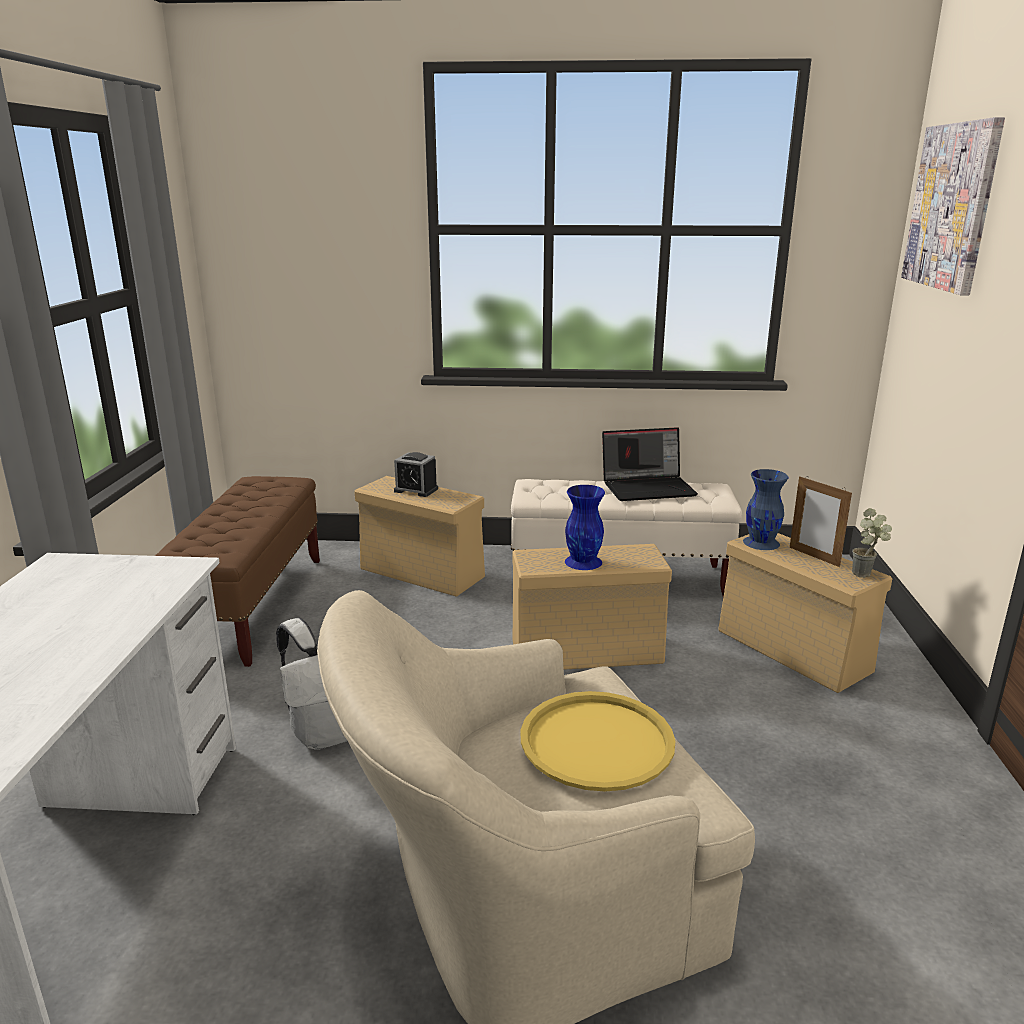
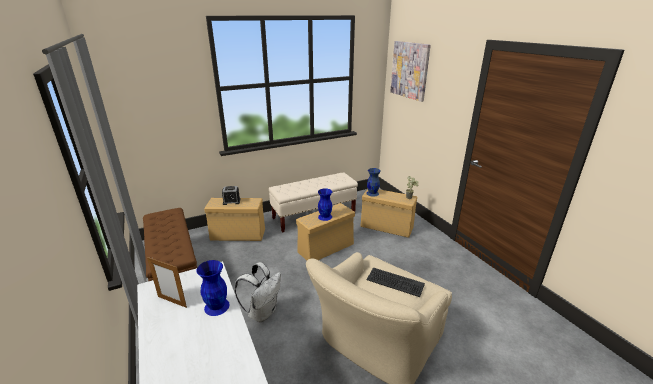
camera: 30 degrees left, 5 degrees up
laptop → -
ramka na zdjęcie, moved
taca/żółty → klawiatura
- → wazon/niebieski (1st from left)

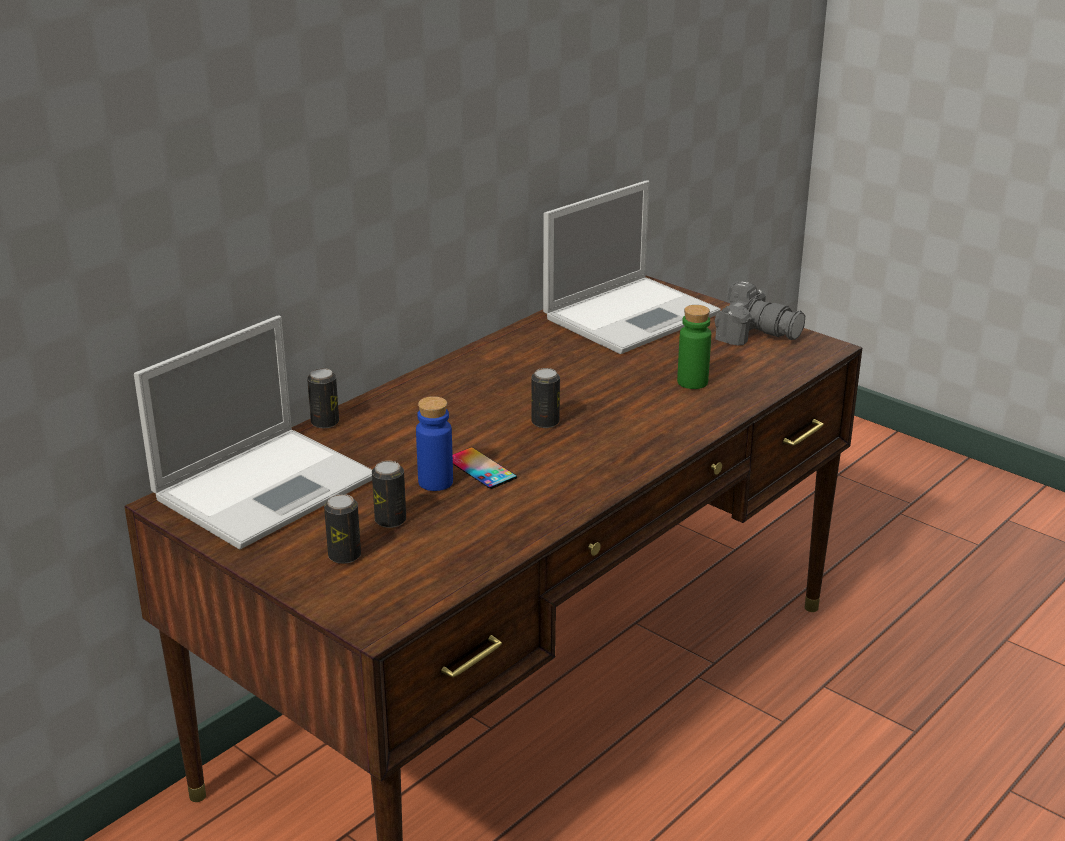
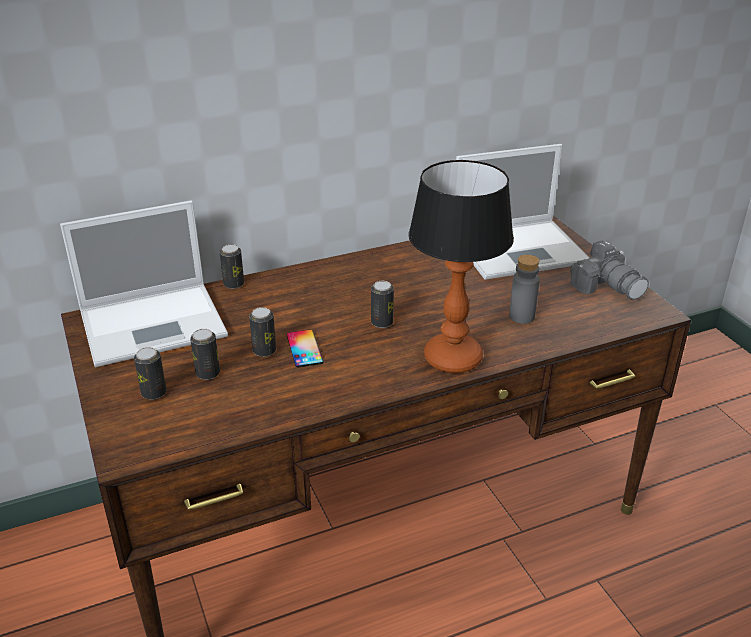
camera: 25 degrees right, 5 degrees up
butelka/zielony → butelka/szary
butelka/niebieski → puszka (4th from left)
- → lampa stołowa

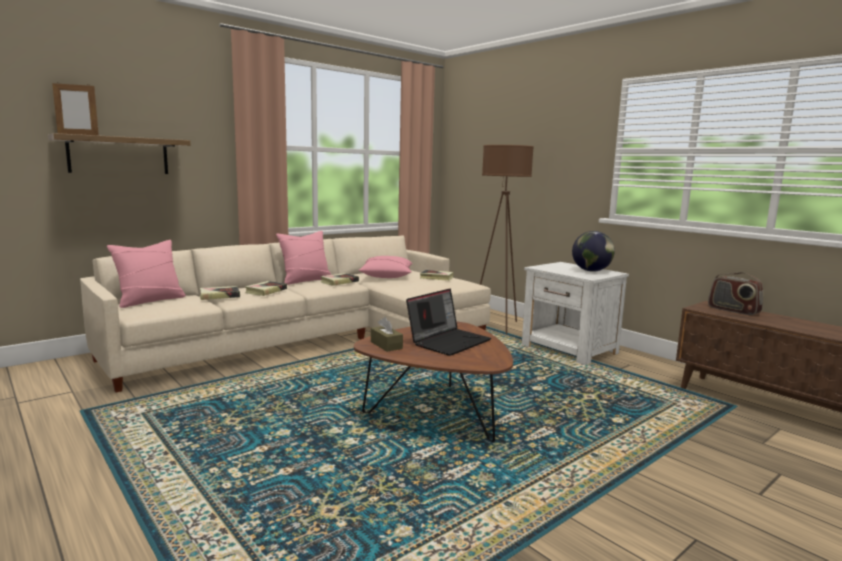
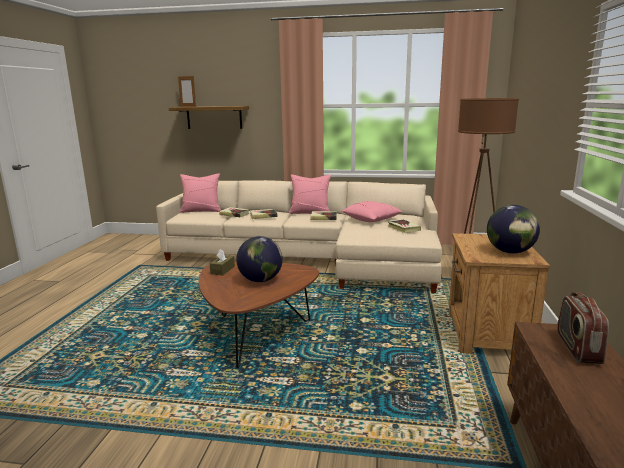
camera: 50 degrees right, 5 degrees up
szafka nocna/biały → szafka nocna/brązowy
laptop → globus (1st from left)

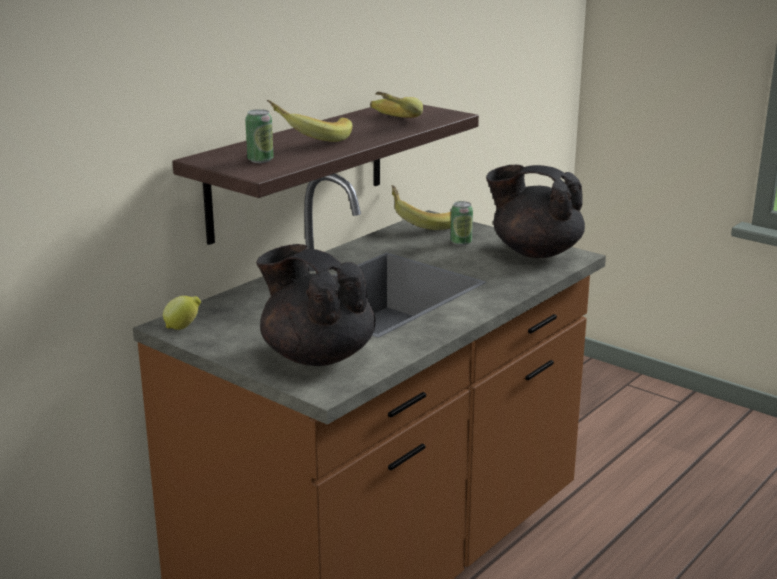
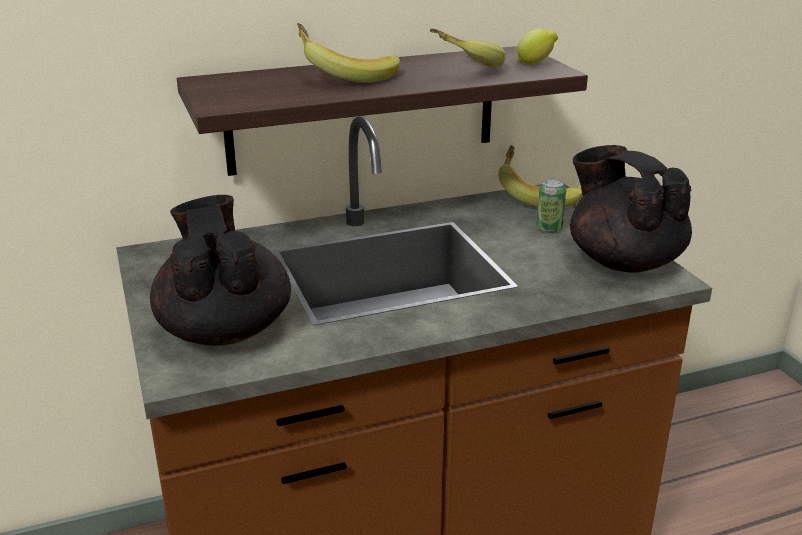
camera: 30 degrees right, 5 degrees up
puszka (1st from left) → -
cytryna, moved

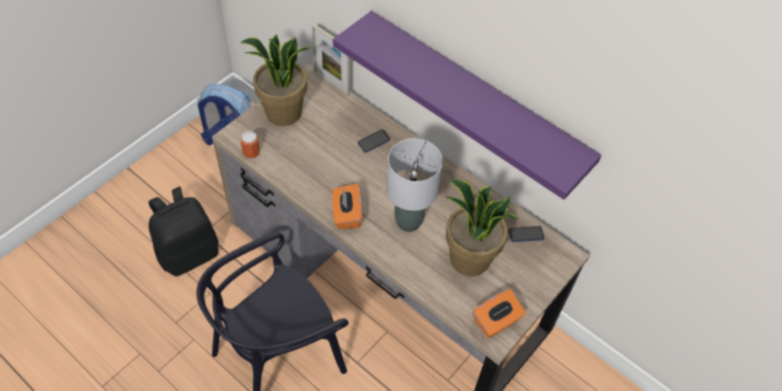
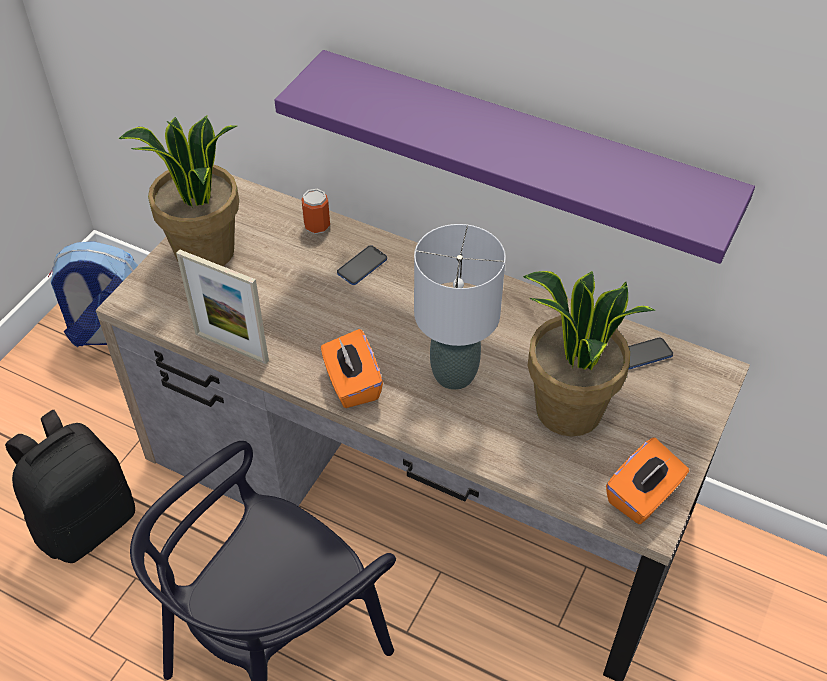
camera: 10 degrees left, 5 degrees down
ramka na zdjęcie, moved
puszka, moved

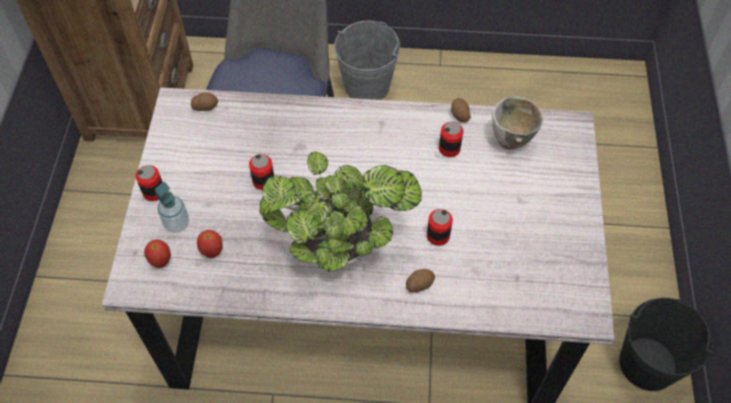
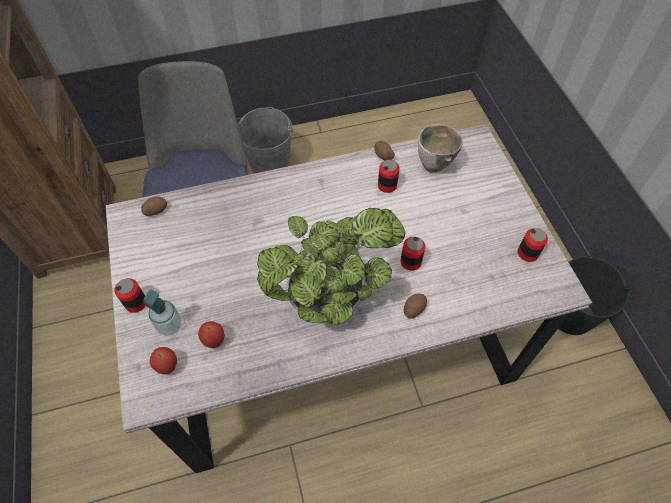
camera: 20 degrees left, 0 degrees up
puszka (2nd from left in the first image) → puszka (4th from left), moved

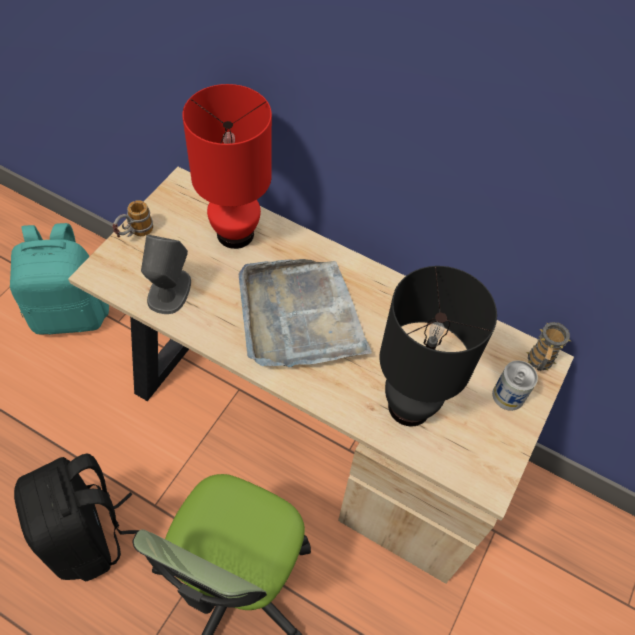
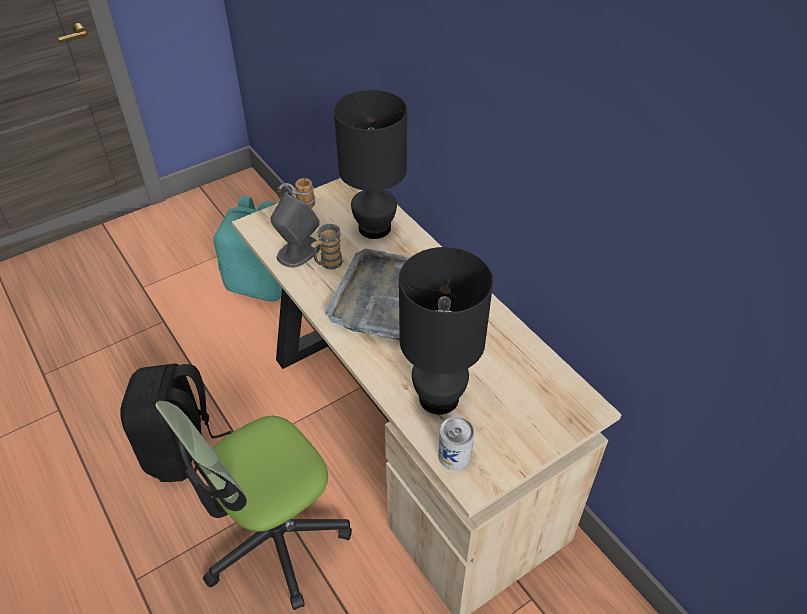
camera: 30 degrees right, 10 degrees down
lampa stołowa/czerwony → lampa stołowa/czarny (1st from left)
kubek (2nd from left), moved
puszka, moved

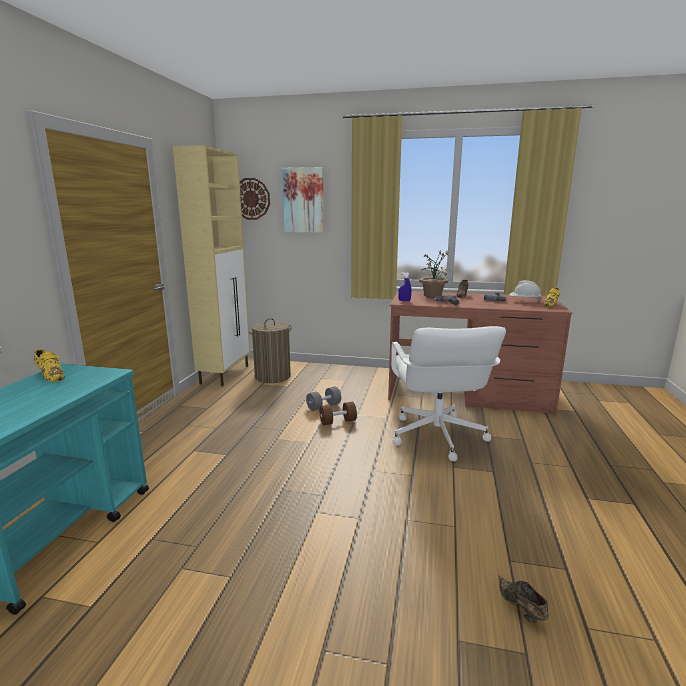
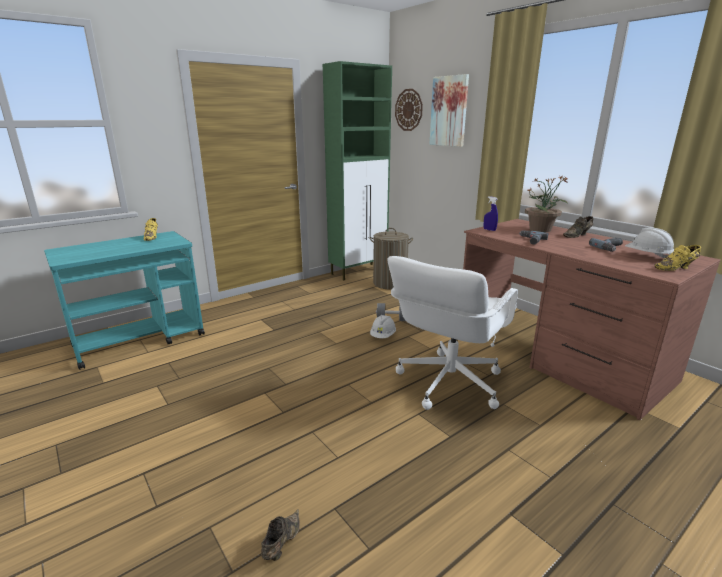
camera: 40 degrees right, 5 degrees up
szafka/beżowy → szafka/zielony
hantel/brązowy → kask/biały (1st from left)

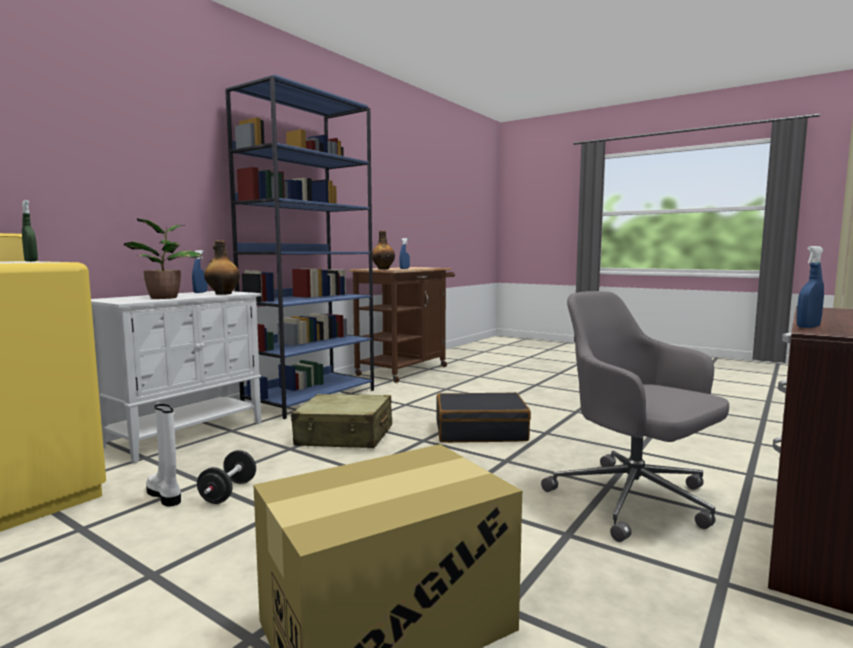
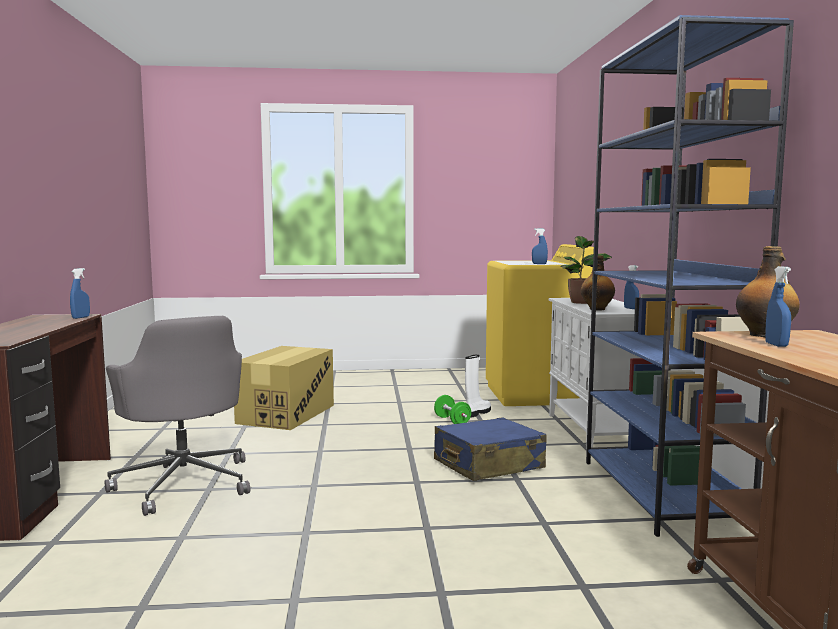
camera: 140 degrees right, 0 degrees up
spryskiwacz/zielony → spryskiwacz/niebieski (2nd from left)
krzesło biurowe/szary, 45 degrees clockwise
walizka/czarny → -
walizka/beżowy → walizka/niebieski
but z cholewką/biały, 60 degrees counterclockwise
hantel/czarny → hantel/zielony

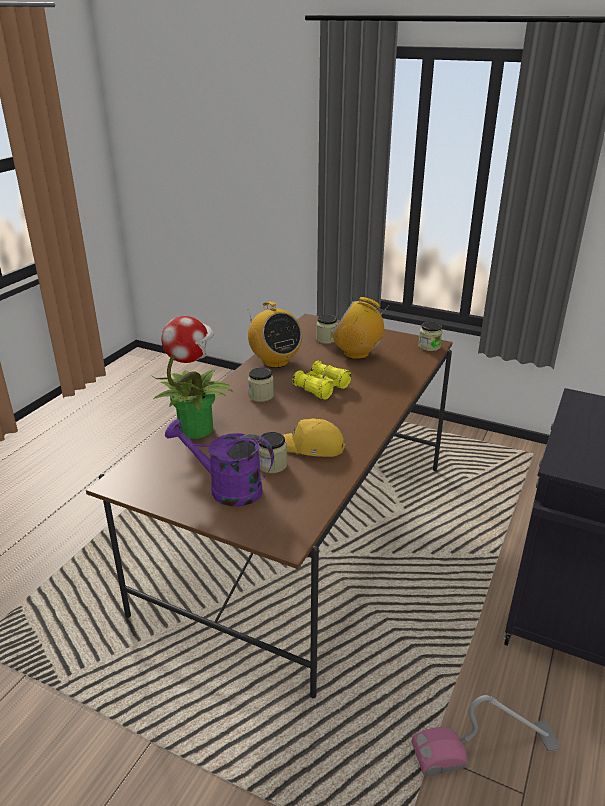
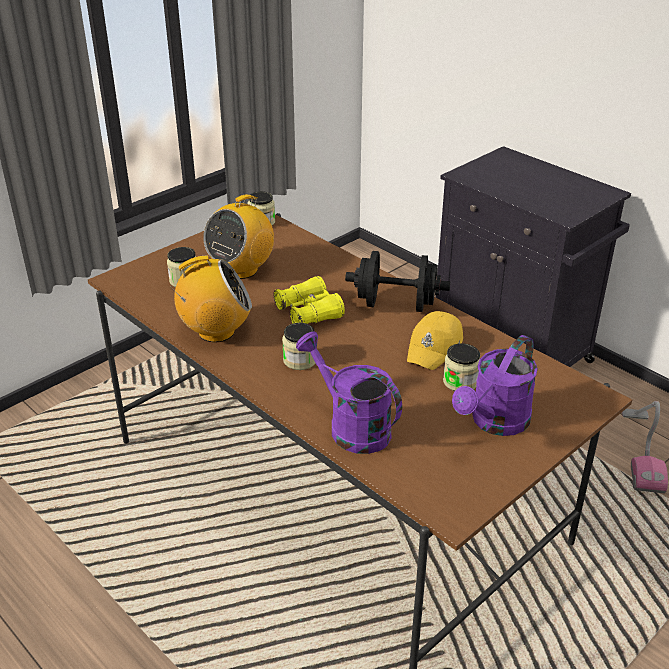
camera: 70 degrees left, 5 degrees up
roślina doniczkowa → konewka/fioletowy (1st from left)
- → hantel/czarny

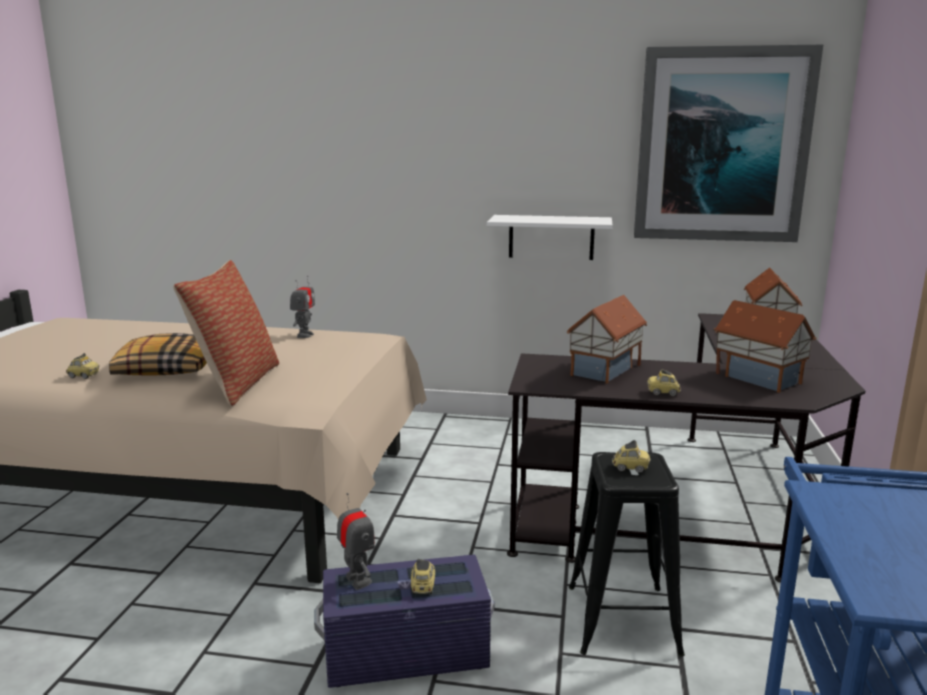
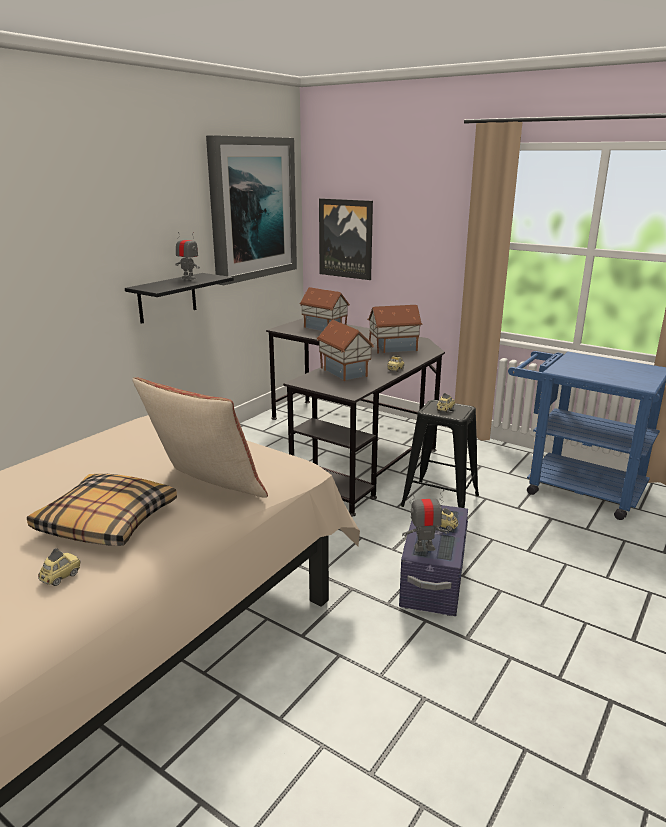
camera: 65 degrees left, 5 degrees up
półka/biały → półka/czarny
robot zabawkowy (1st from left), moved
- → obraz (2nd from left)

